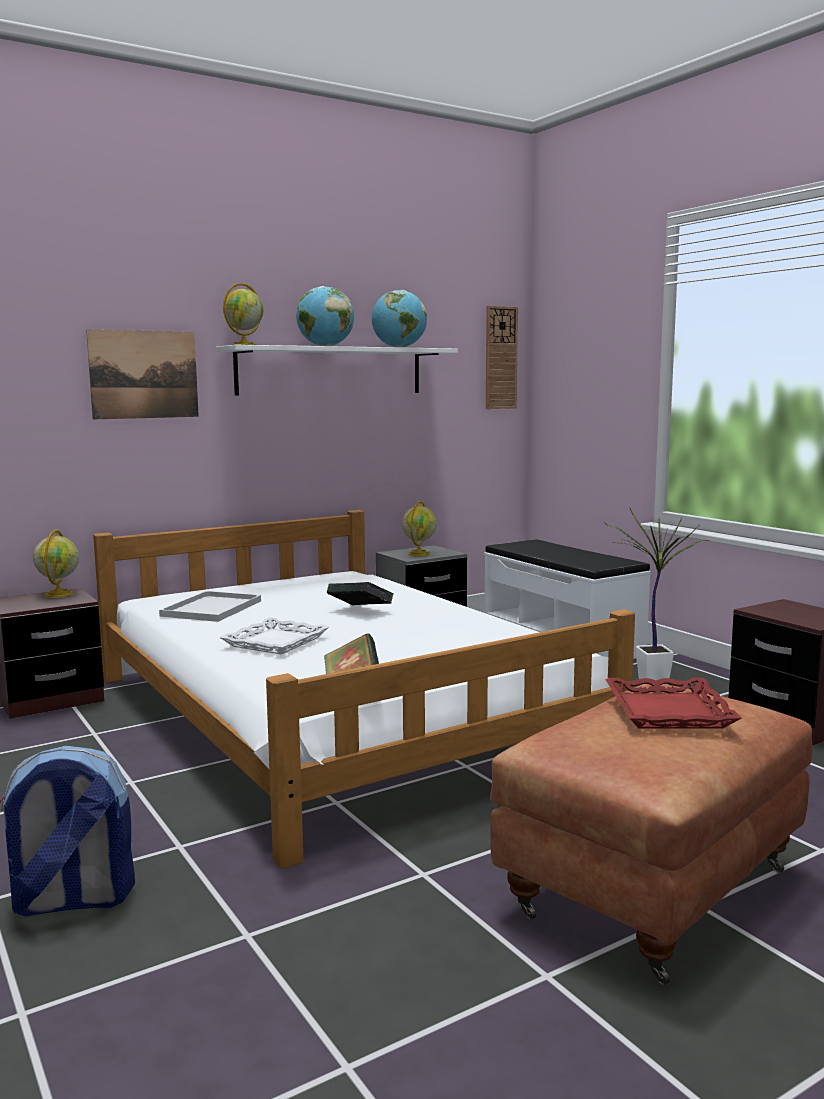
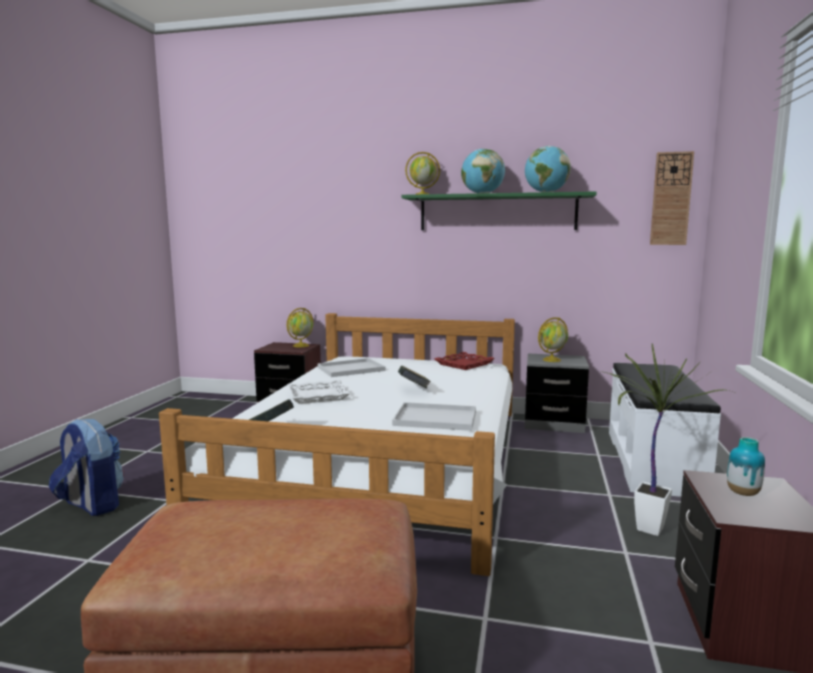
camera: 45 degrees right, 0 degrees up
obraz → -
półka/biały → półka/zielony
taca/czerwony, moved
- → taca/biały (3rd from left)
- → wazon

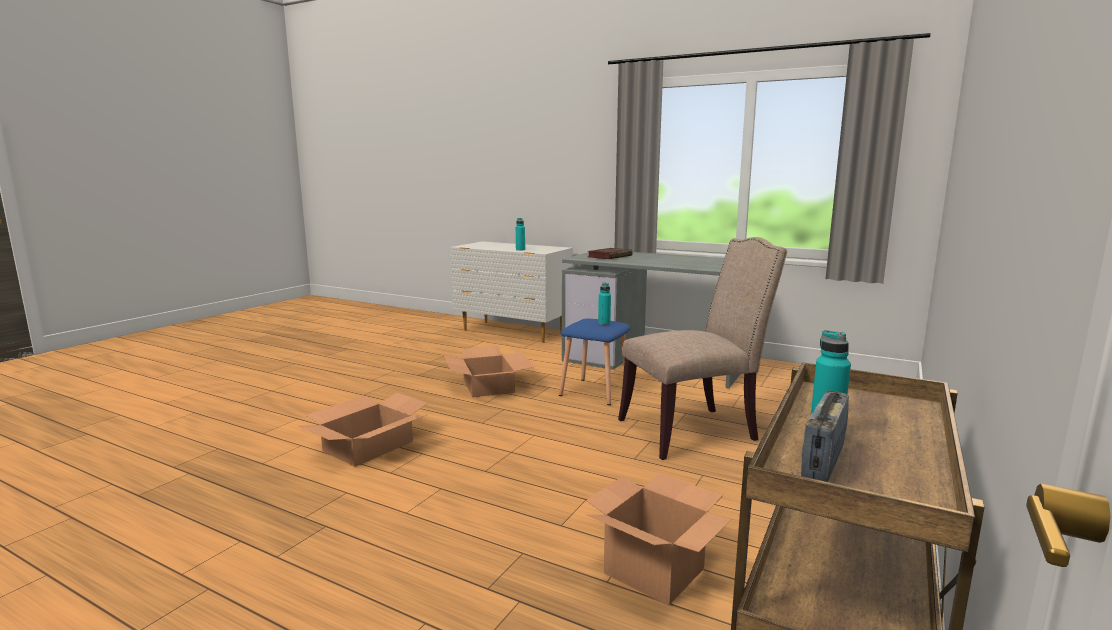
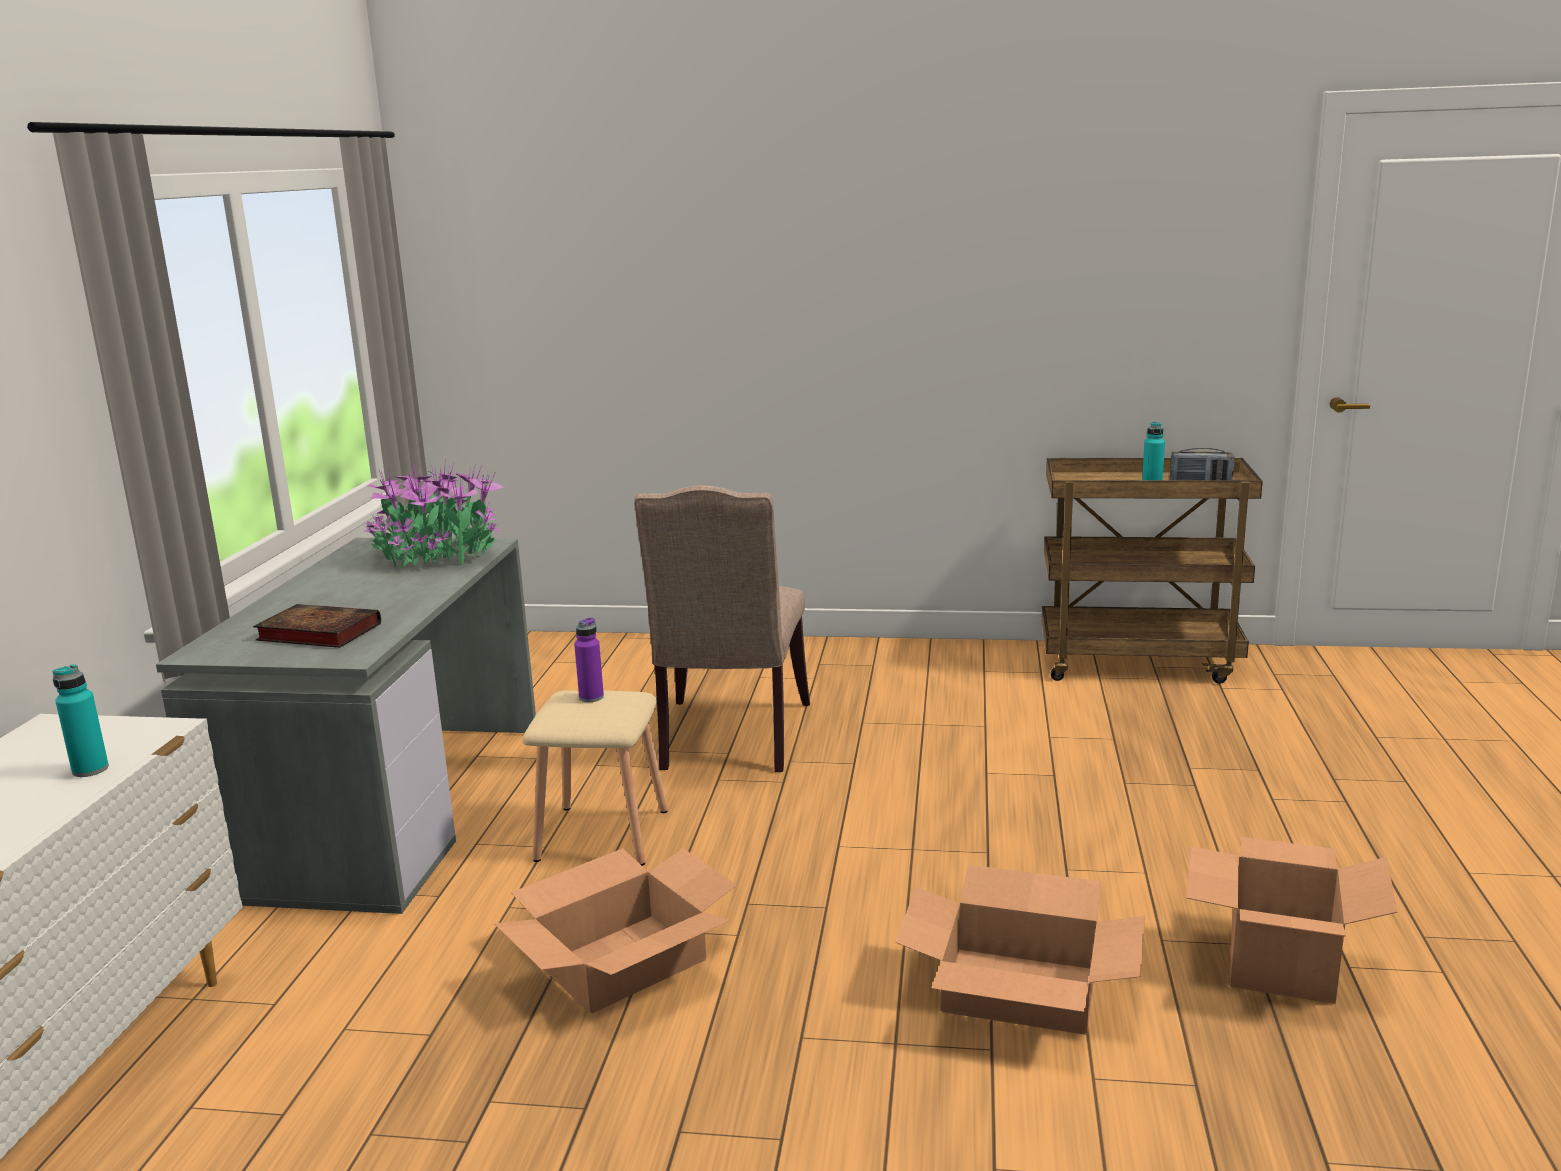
camera: 110 degrees left, 5 degrees up
krzesło/beżowy, 135 degrees counterclockwise
butelka/turkusowy (2nd from left) → butelka/fioletowy
stołek/niebieski → stołek/beżowy
karton (3rd from left), moved
- → roślina doniczkowa

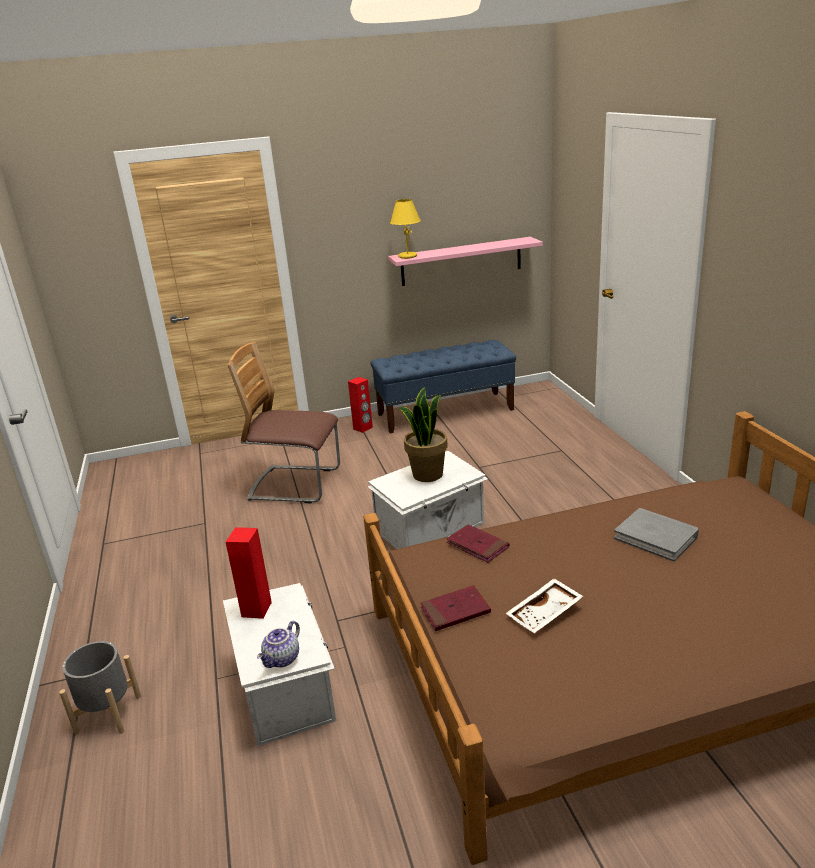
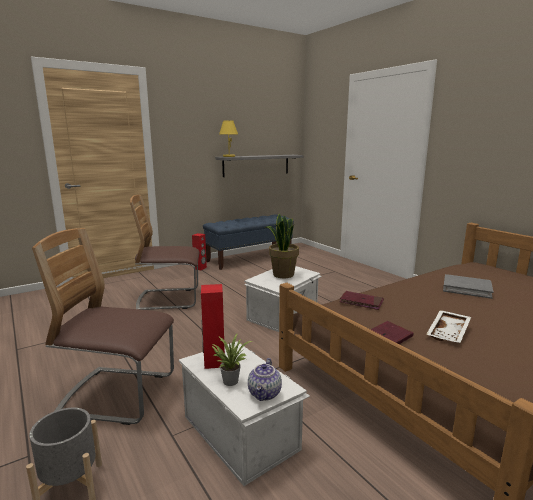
camera: 20 degrees left, 10 degrees down
półka/różowy → półka/szary
- → krzesło (1st from left)
- → roślina doniczkowa (1st from left)

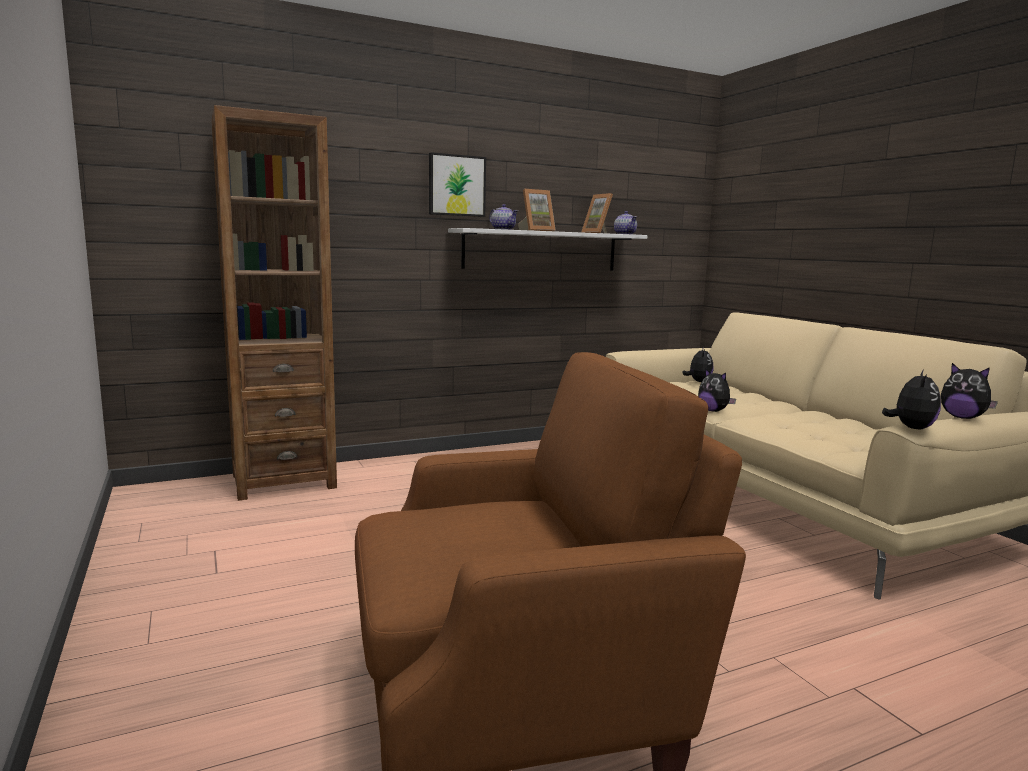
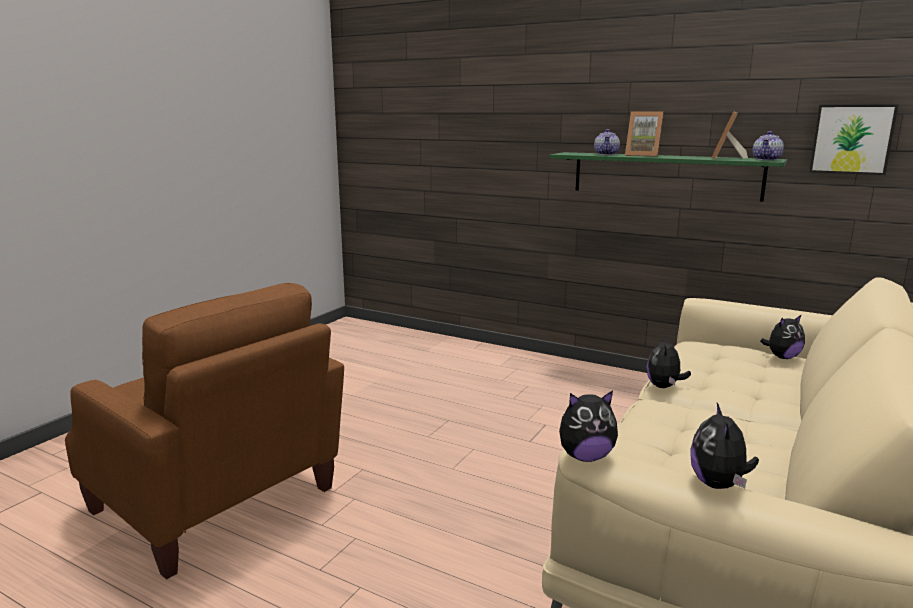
camera: 55 degrees right, 5 degrees up
regał/brązowy → -
obraz, moved
półka/biały → półka/zielony

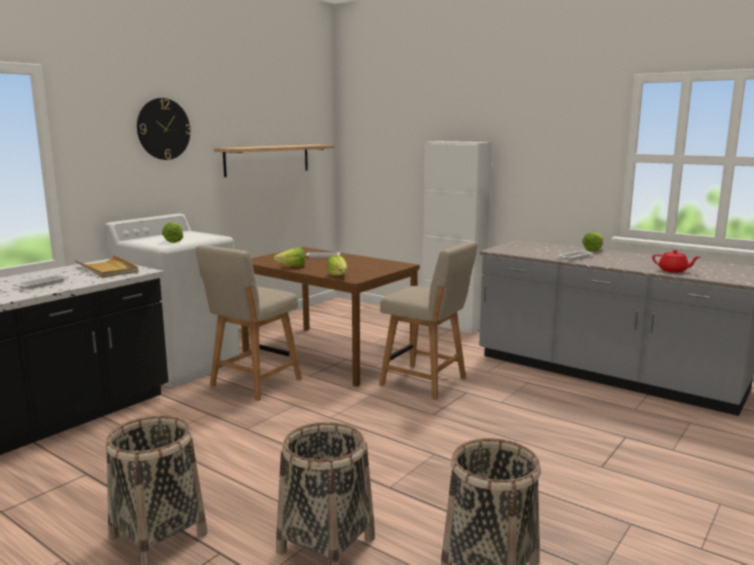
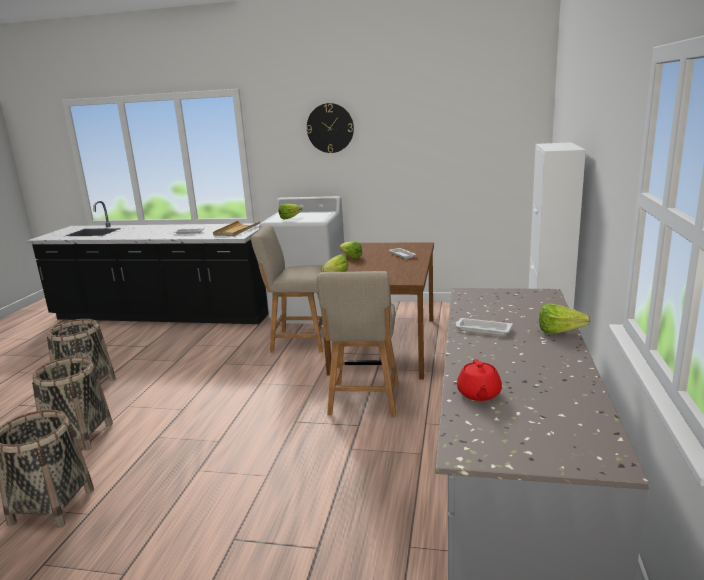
camera: 65 degrees right, 5 degrees up
półka → -

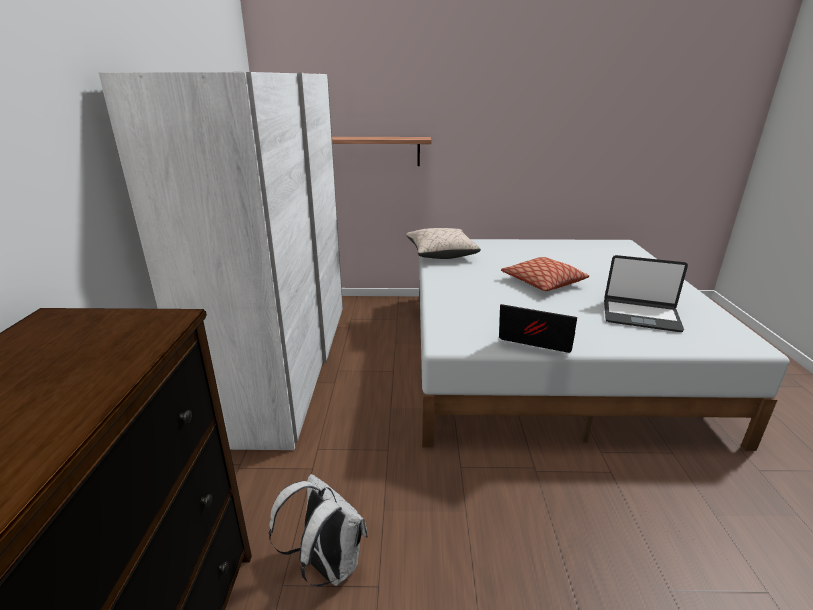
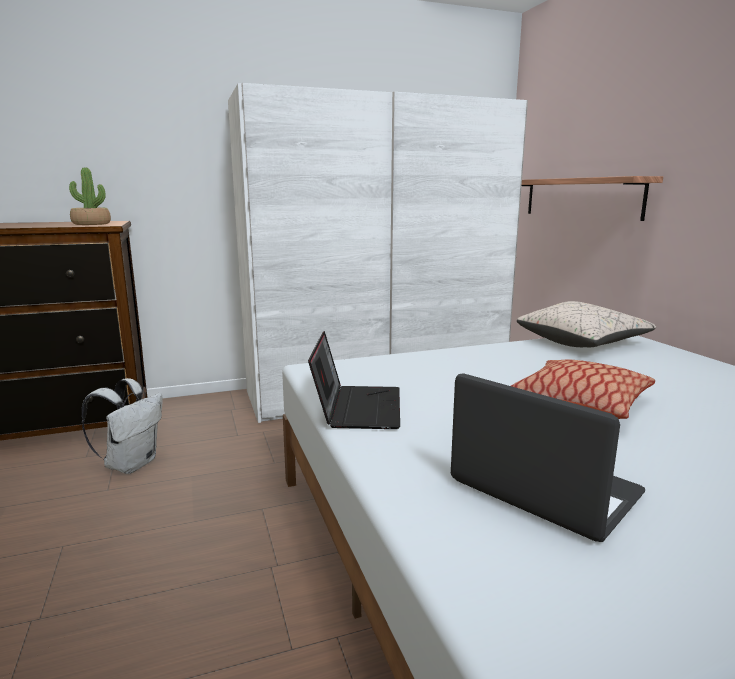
camera: 70 degrees right, 10 degrees down
laptop (2nd from left), 135 degrees clockwise
- → roślina doniczkowa

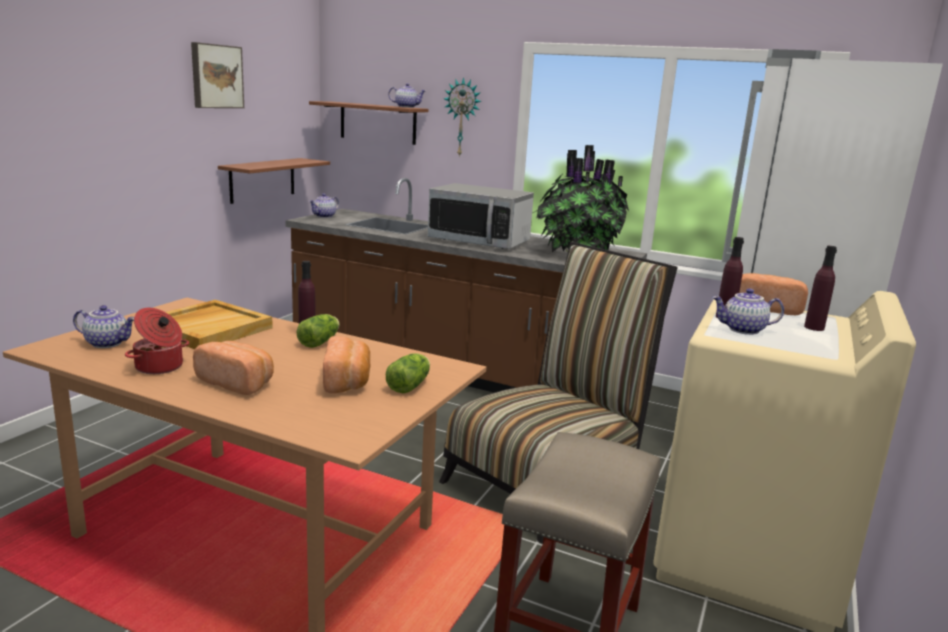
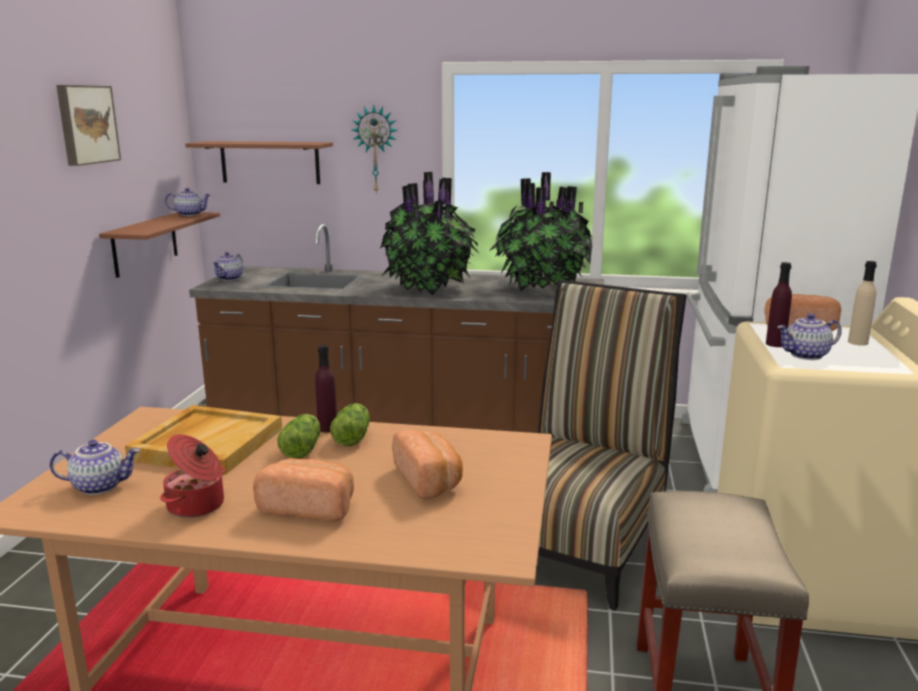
camera: 15 degrees left, 0 degrees up
imbryk (3rd from left in the first image) → imbryk (2nd from left), moved
mikrofalówka → roślina doniczkowa (1st from left)
butelka/fioletowy (3rd from left) → butelka/beżowy
sałata (2nd from left in the first image) → sałata (1st from left), moved

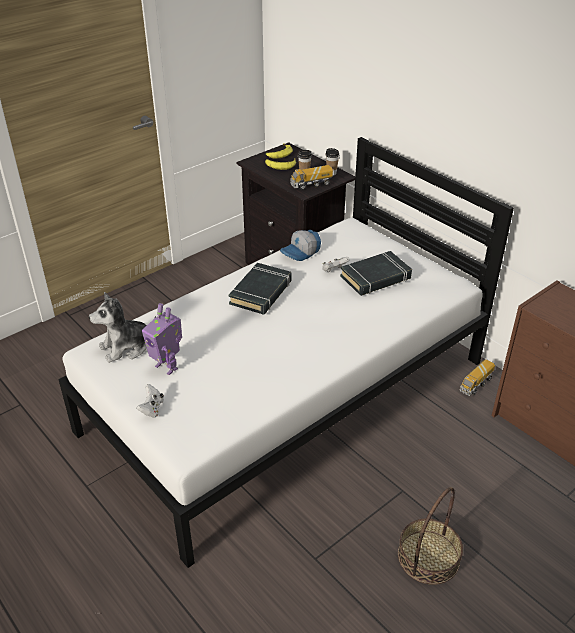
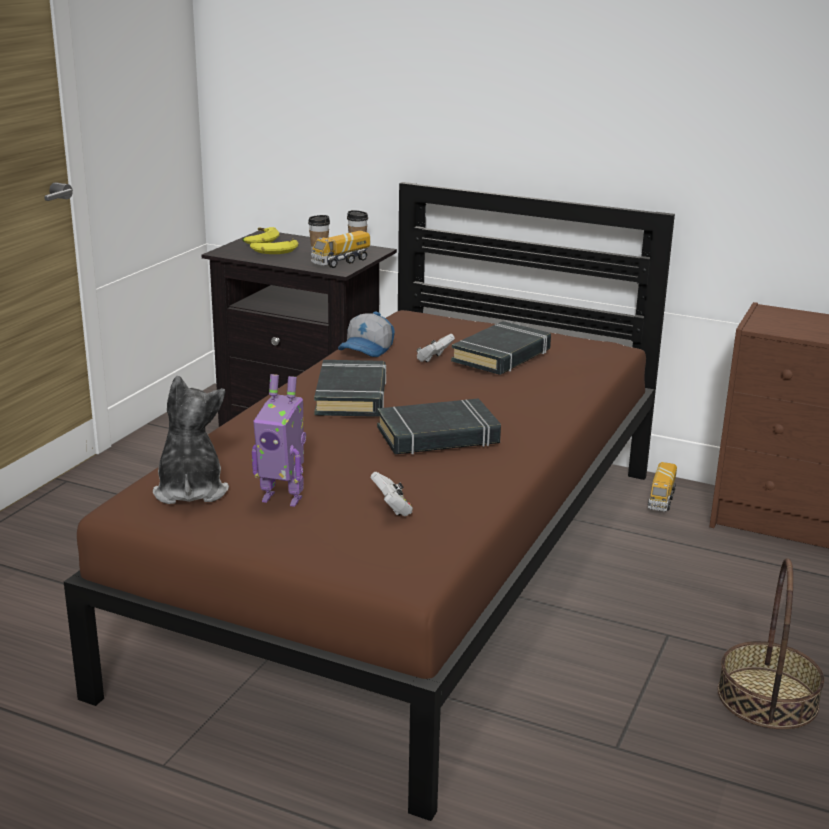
camera: 25 degrees left, 15 degrees down
łóżko/biały → łóżko/brązowy
pluszak, 135 degrees clockwise
pad do gier/biały (1st from left), moved
- → książka/czarny (2nd from left)

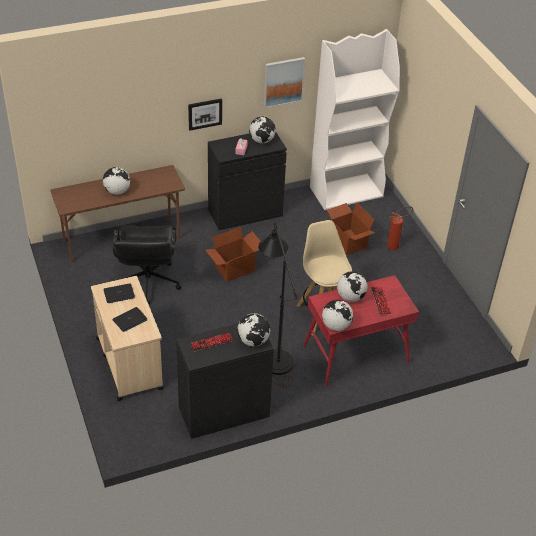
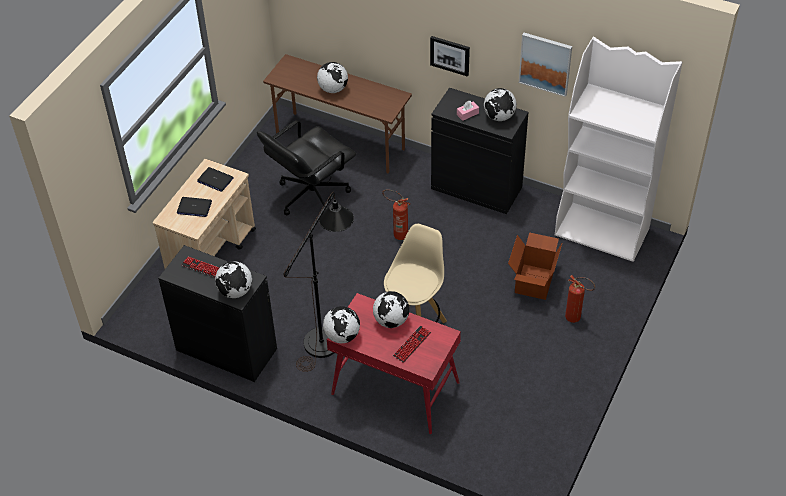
camera: 50 degrees right, 5 degrees up
karton (1st from left) → gaśnica (1st from left)

